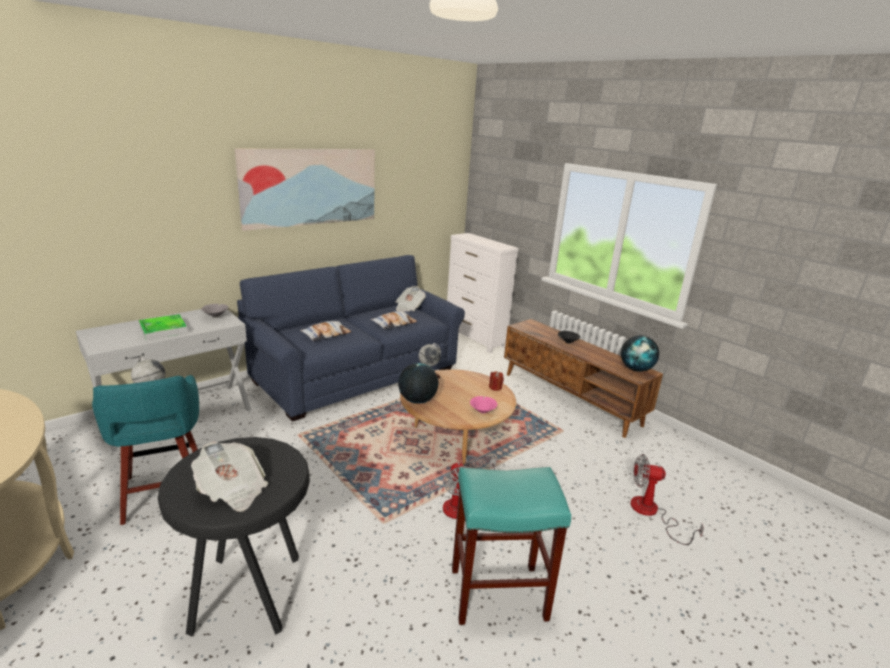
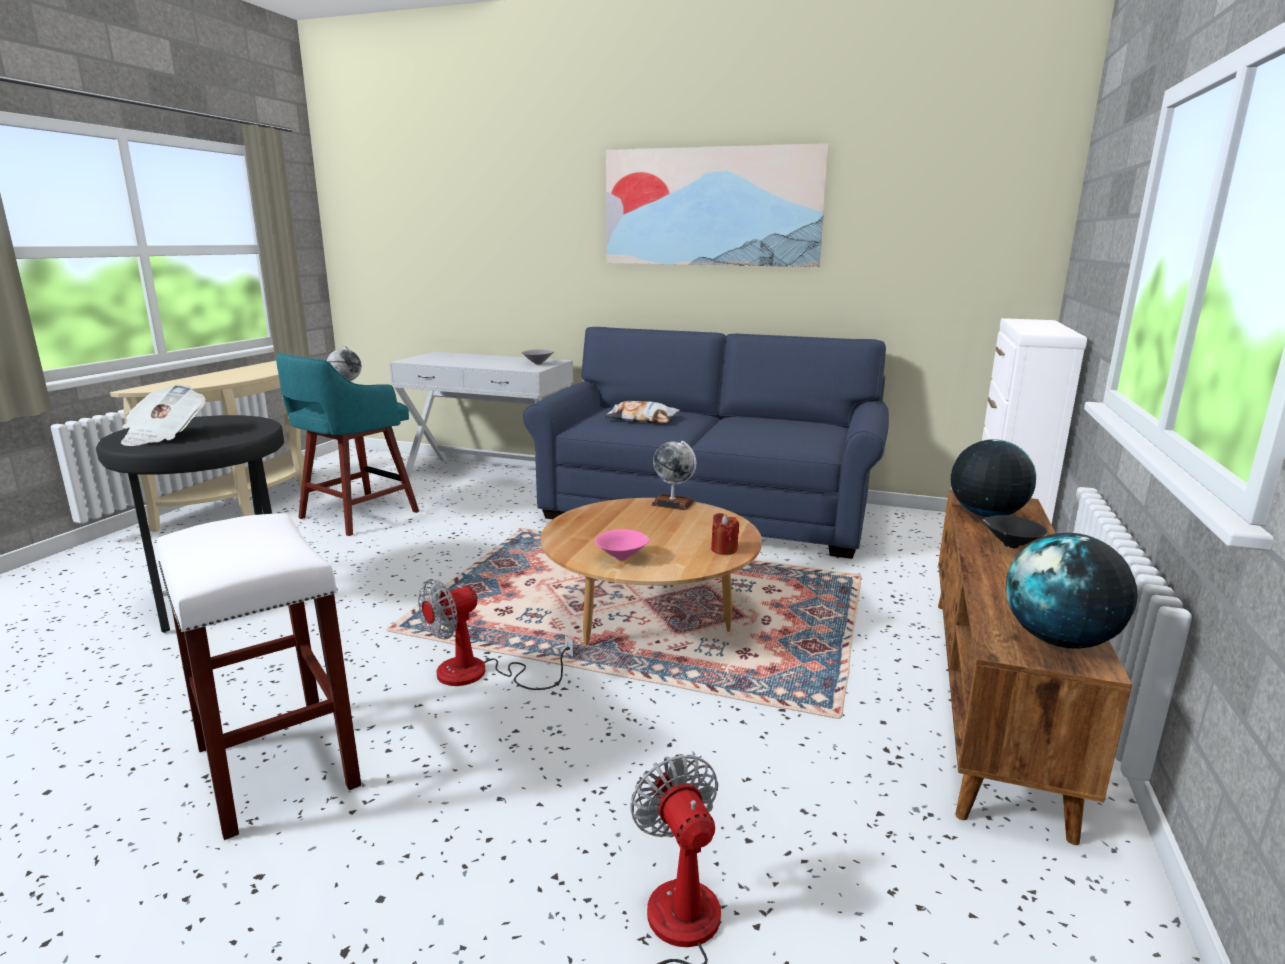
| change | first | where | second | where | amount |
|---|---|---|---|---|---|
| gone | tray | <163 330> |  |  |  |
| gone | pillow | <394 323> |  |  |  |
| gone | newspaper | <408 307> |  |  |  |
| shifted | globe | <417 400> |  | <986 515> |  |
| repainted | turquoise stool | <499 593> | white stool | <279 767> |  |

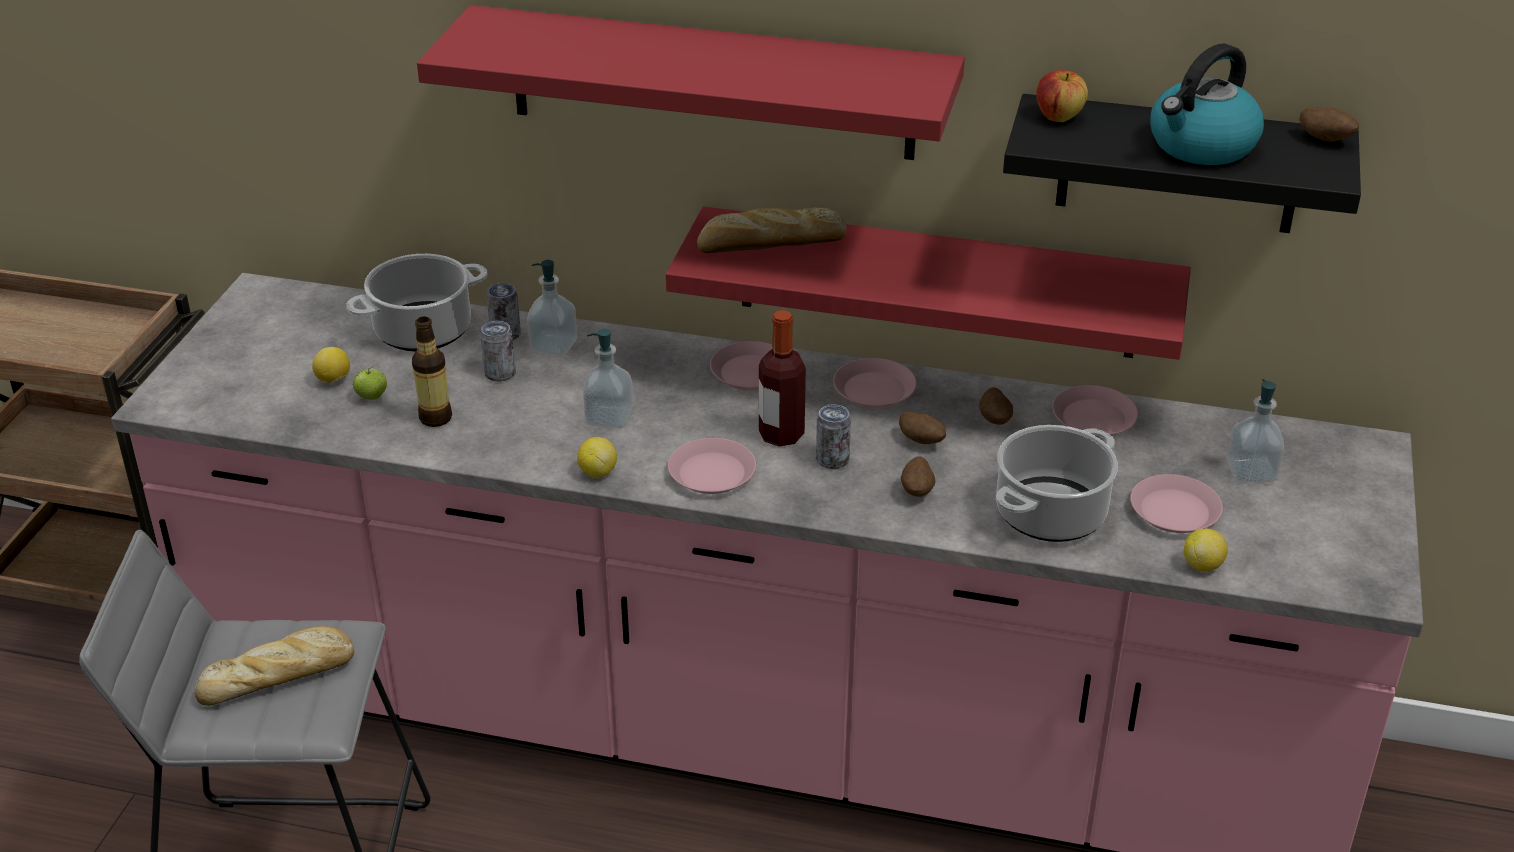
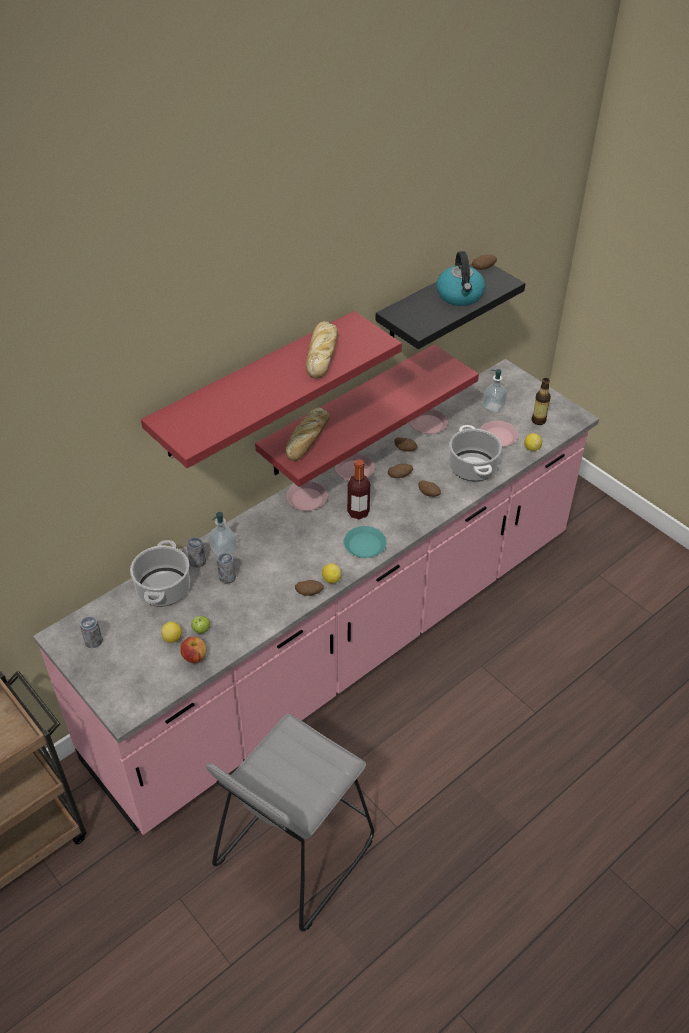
| change | first | where | second | where | amount |
|---|---|---|---|---|---|
| shifted | bread | <280 675> |  | <321 353> |  |
| shifted | bottle | <435 418> |  | <538 420> |  |
| gone | soap dispenser | <609 418> |  |  |  |
| repainted | pink plate | <712 473> | turquoise plate | <365 545> |  |
| shifted | can | <832 460> |  | <93 641> |  |
| shifted | apple | <1059 117> |  | <194 657> |  |
| new |  |  | potato | <309 593> |  |

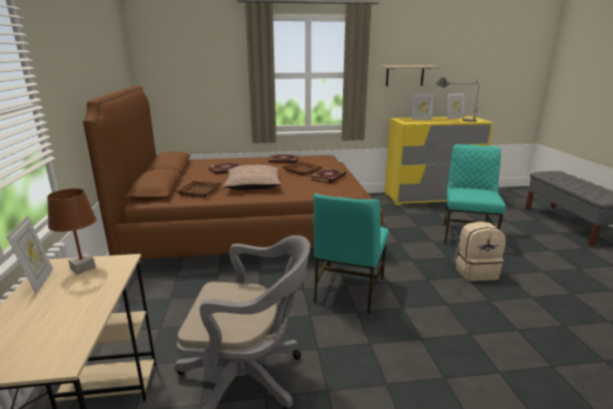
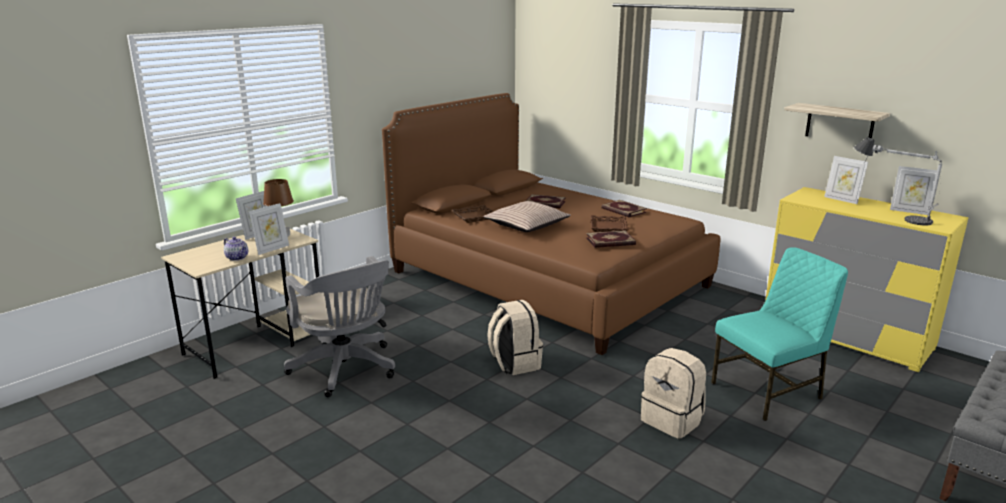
| change | first | where | second | where | amount |
|---|---|---|---|---|---|
| swapped | turquoise chair | <348 290> | beige backpack | <514 363> |  |
| new |  |  | teapot | <237 257> |  |
| new |  |  | picture frame | <272 249> |  |

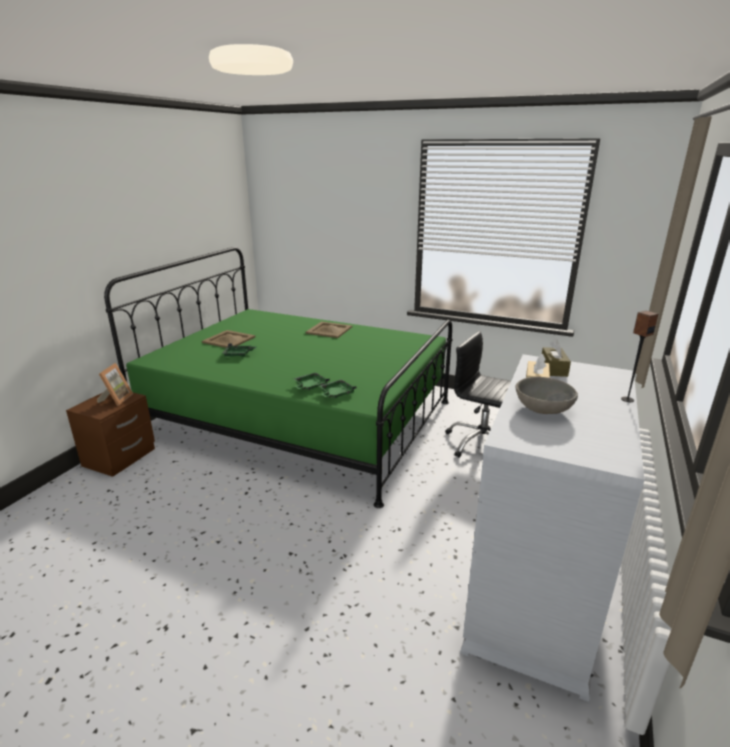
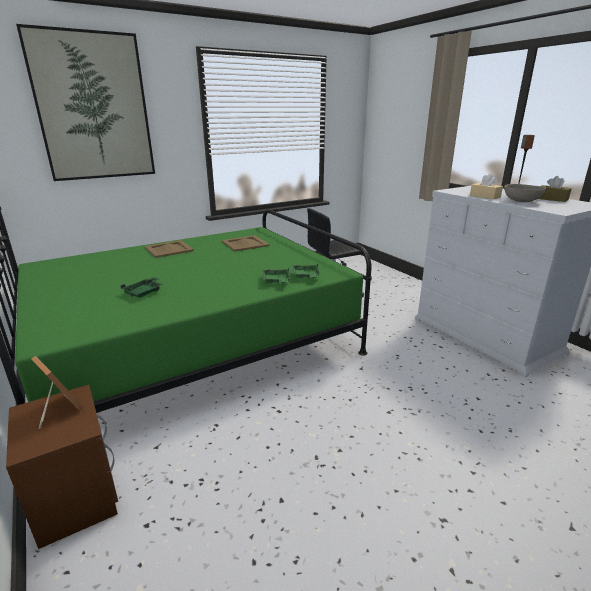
| change | first | where | second | where | amount |
|---|---|---|---|---|---|
| shifted | beige tray | <229 340> |  | <245 244> |  |
| shifted | brown tissue box | <553 368> |  | <551 199> |  |
| new |  |  | picture | <93 108> |  |

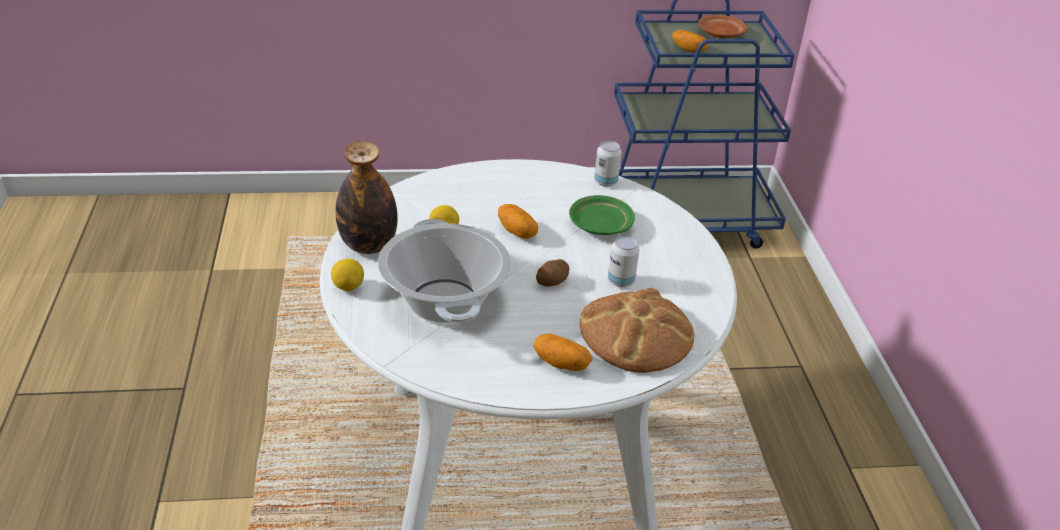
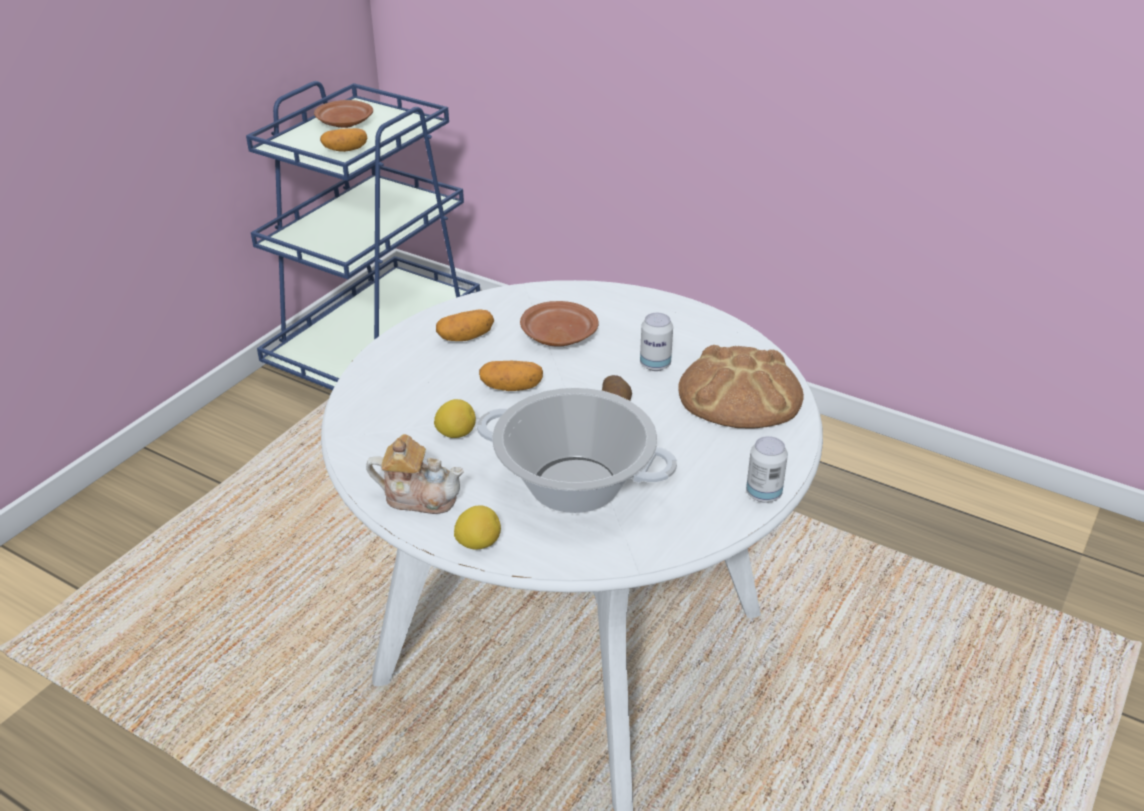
| change | first | where | second | where | amount |
|---|---|---|---|---|---|
| swapped | bottle | <368 245> | teapot | <419 497> |  |
| shifted | potato | <561 363> |  | <465 337> |  |
| repainted | green plate | <600 225> | brown plate | <558 335> |  |
| shifted | can | <605 182> |  | <763 494> |  |

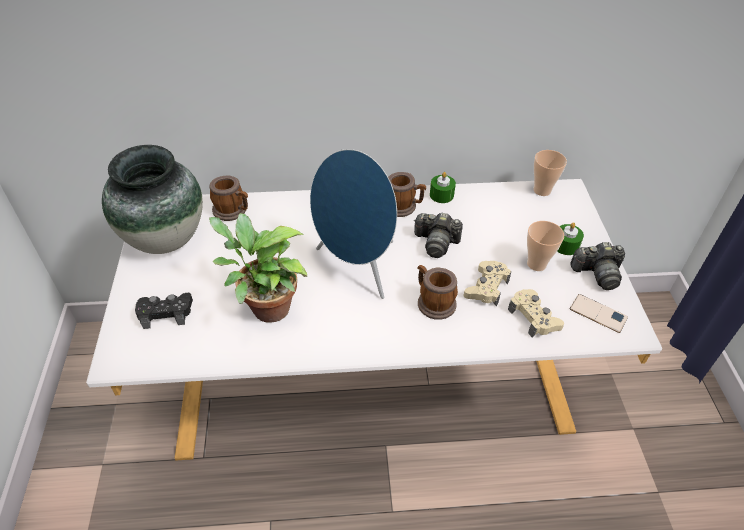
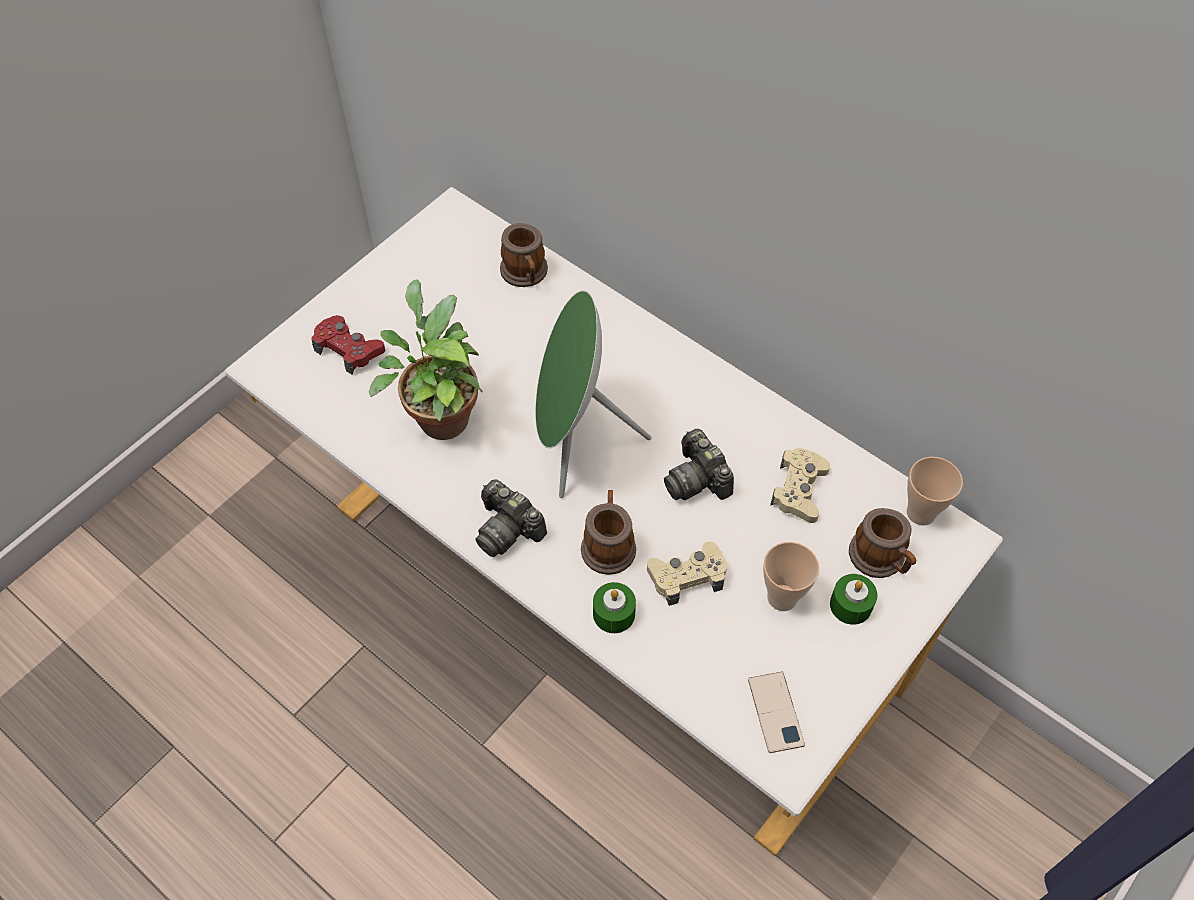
| change | first | where | second | where | amount |
|---|---|---|---|---|---|
| gone | vase | <164 239> |  |  |  |
| repainted | black game controller | <166 313> | red game controller | <348 349> |  |
| repainted | blue speaker | <356 268> | green speaker | <575 441> |  |
| shifted | mug | <403 206> |  | <881 559> |  |
| shifted | green candle | <441 195> |  | <614 613> |  |
| shifted | beige game controller | <533 317> |  | <799 490> |  |
| shifted | photo camera | <597 274> |  | <508 529> |  |

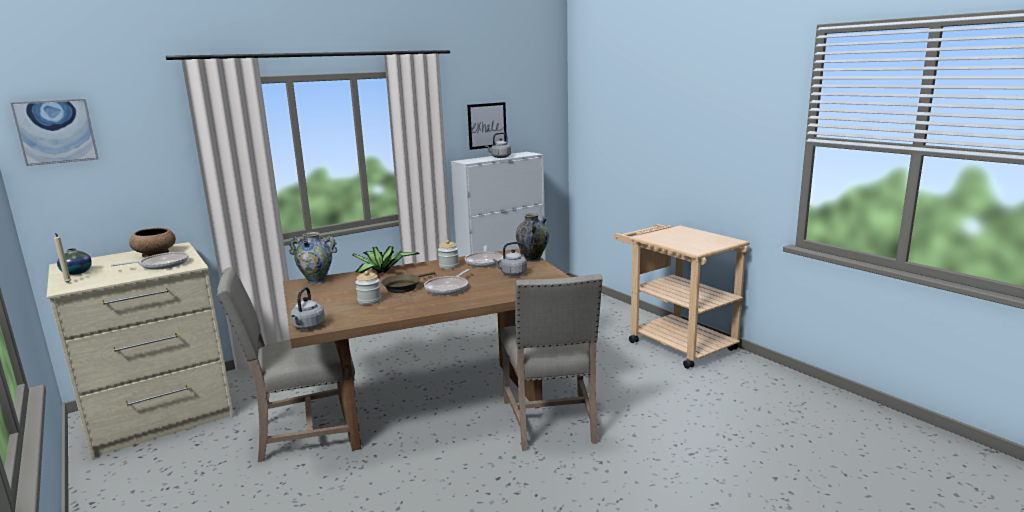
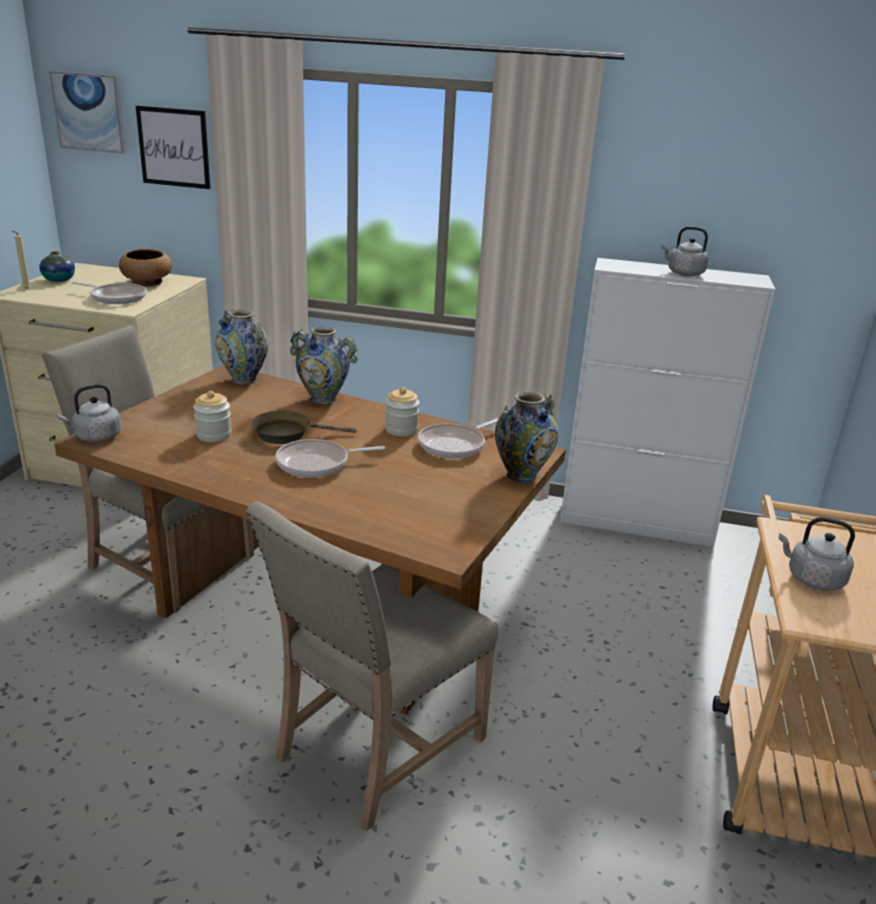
| change | first | where | second | where | amount |
|---|---|---|---|---|---|
| swapped | potted plant | <382 271> | vase | <323 399> |  |
| shifted | picture | <487 125> |  | <174 147> |  |
| shifted | grey kettle | <512 274> |  | <812 579> |  |

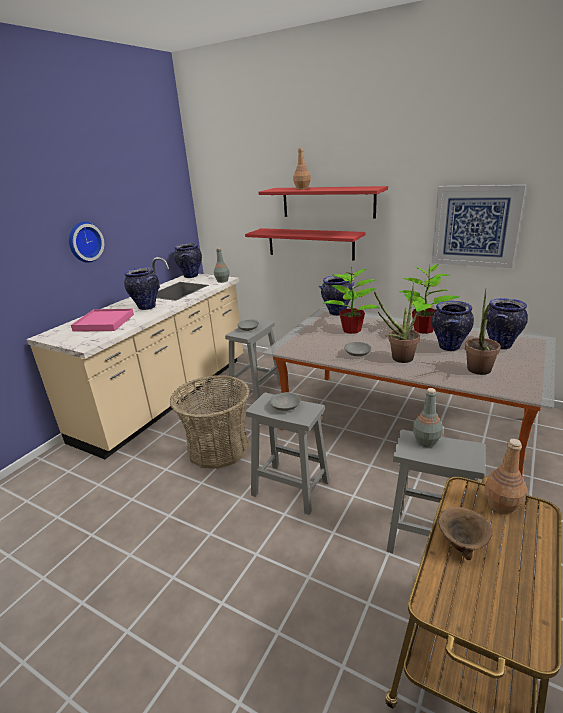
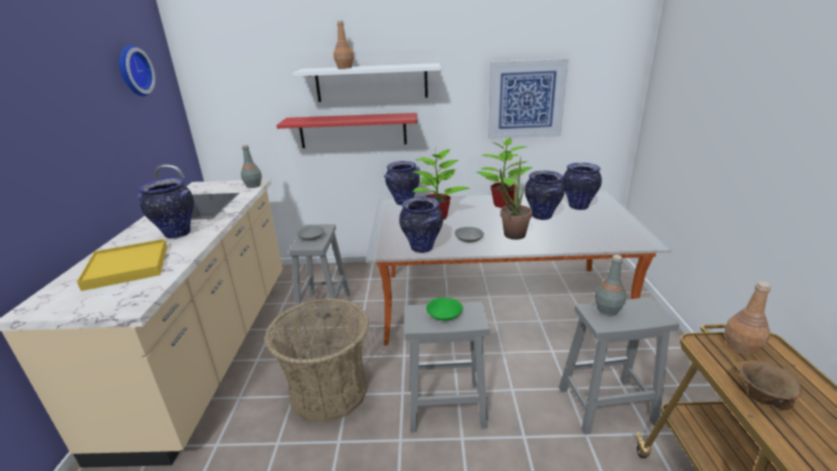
| change | first | where | second | where | amount |
|---|---|---|---|---|---|
| shifted | wall clock | <84 242> |  | <133 71> |  |
| repainted | pink tray | <104 322> | yellow tray | <128 267> |  |
| shifted | vase | <191 276> |  | <422 248> |  |
| repainted | red shelf | <327 202> | white shelf | <371 83> |  |
| repainted | grey bowl | <285 406> | green bowl | <444 314> |  |
| gone | potted plant | <478 372> |  |  |  |

